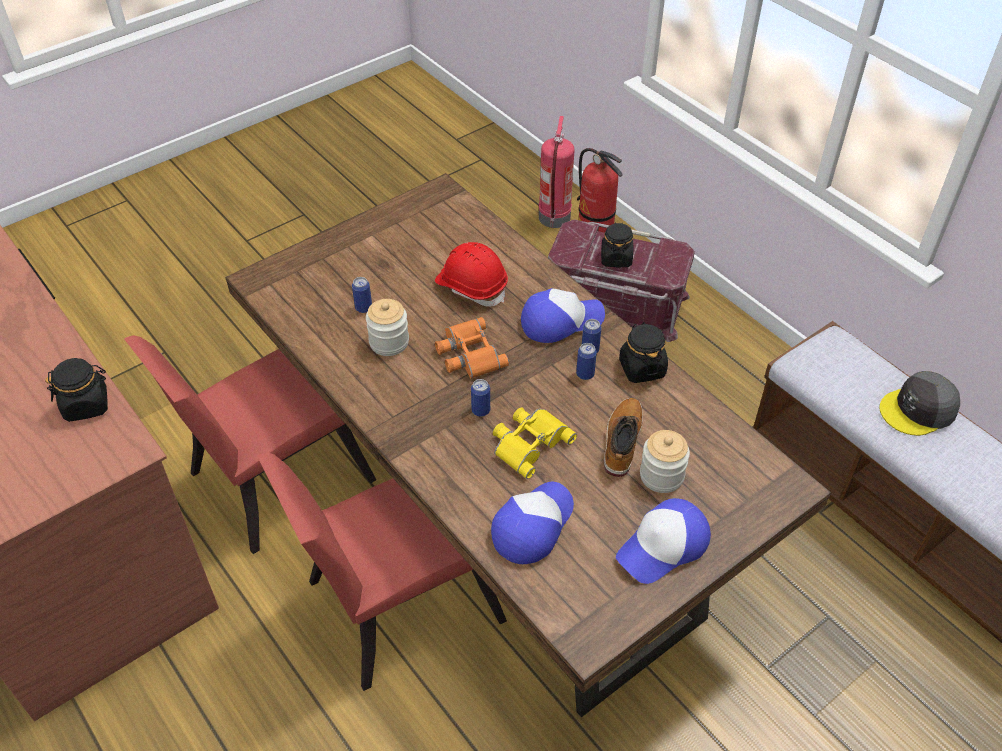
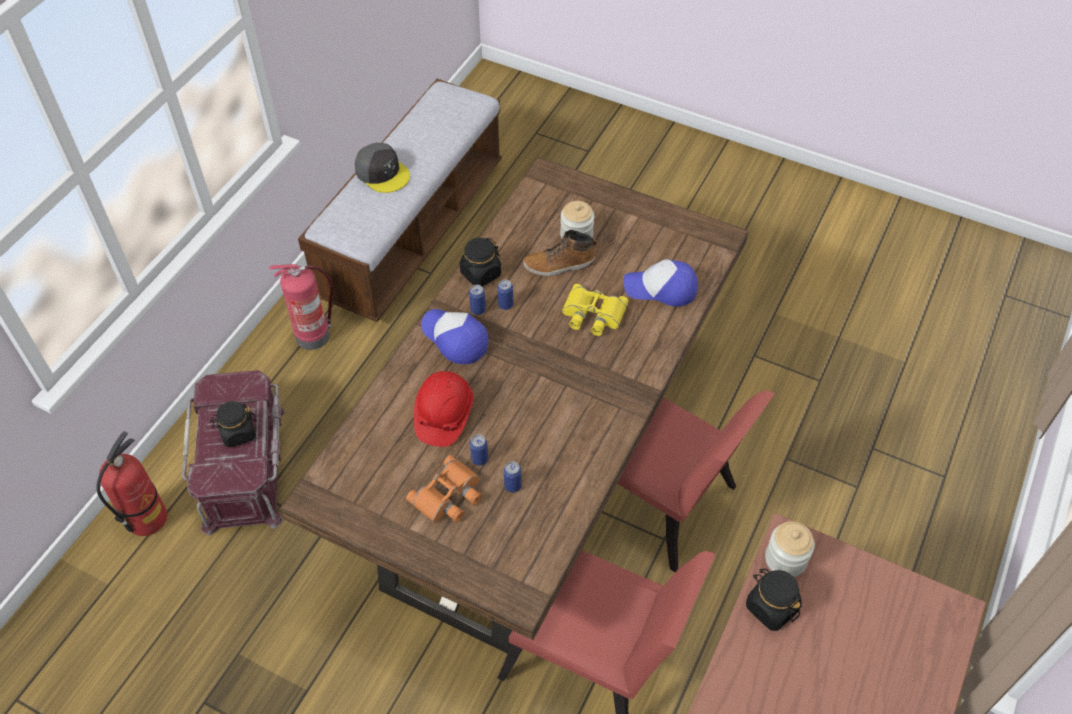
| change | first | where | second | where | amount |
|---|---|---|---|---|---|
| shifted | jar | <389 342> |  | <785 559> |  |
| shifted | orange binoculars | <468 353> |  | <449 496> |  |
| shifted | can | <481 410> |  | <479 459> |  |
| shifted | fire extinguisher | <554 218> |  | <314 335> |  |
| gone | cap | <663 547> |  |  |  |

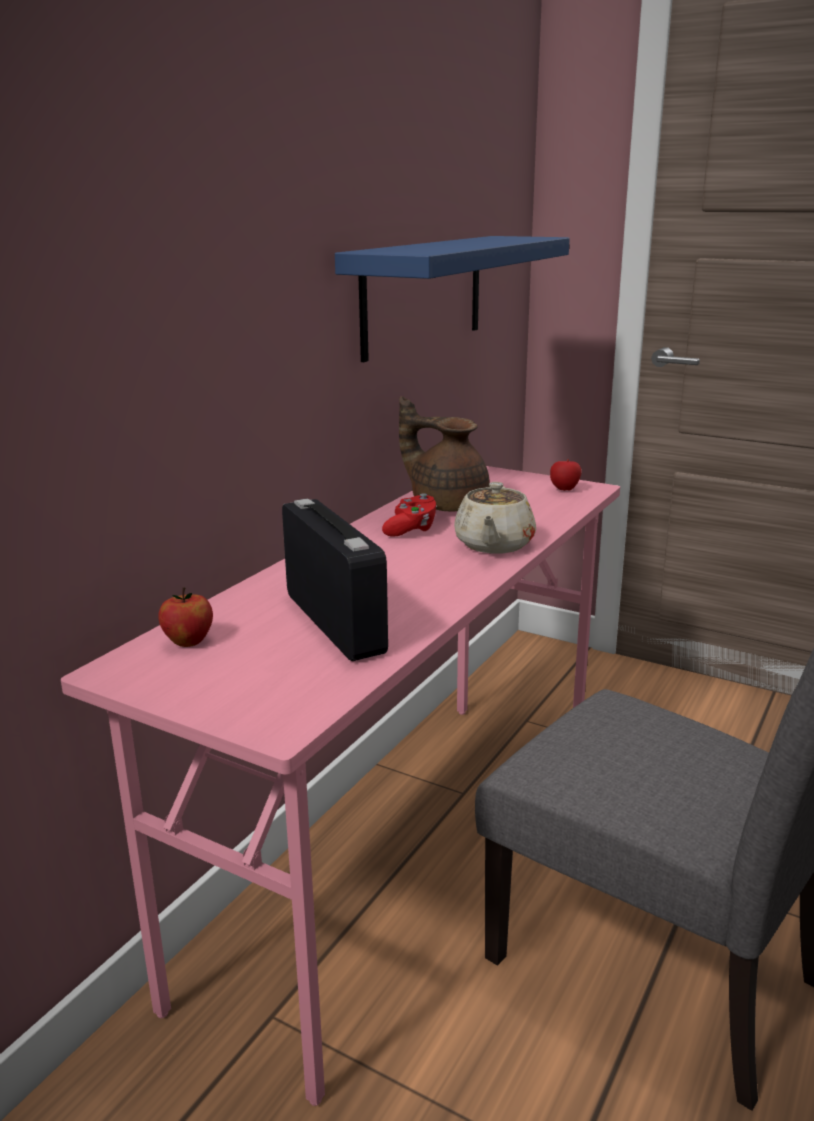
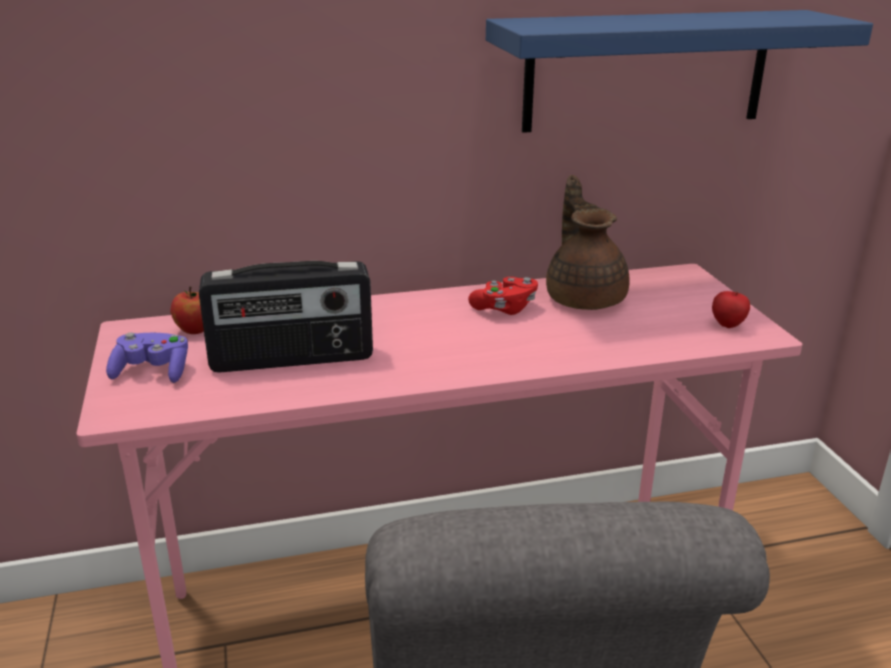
| change | first | where | second | where | amount |
|---|---|---|---|---|---|
| rotated | radio | <336 622> |  | <292 359> | 60 degrees clockwise |
| gone | beige teapot | <493 545> |  |  |  |
| new |  |  | purple game controller | <153 372> |  |

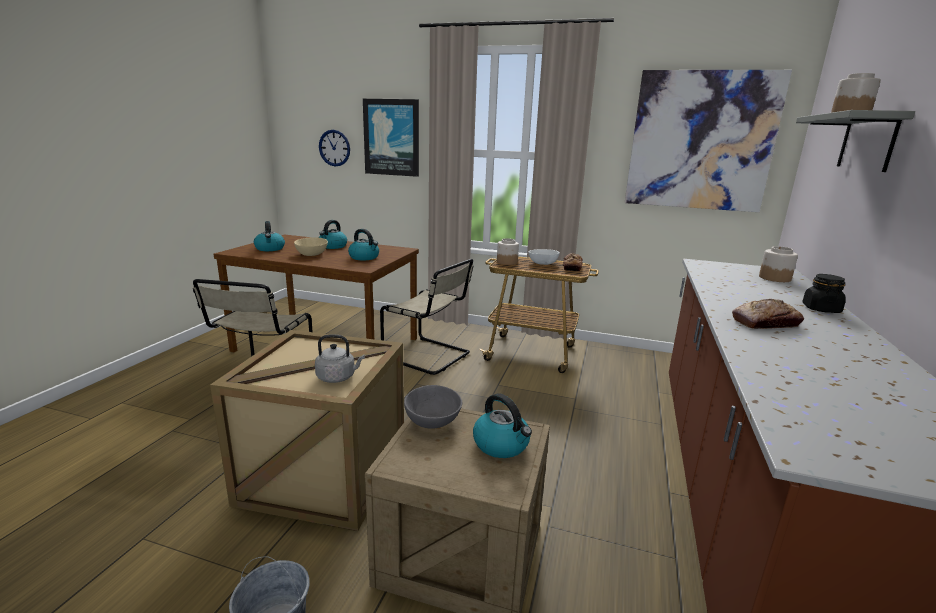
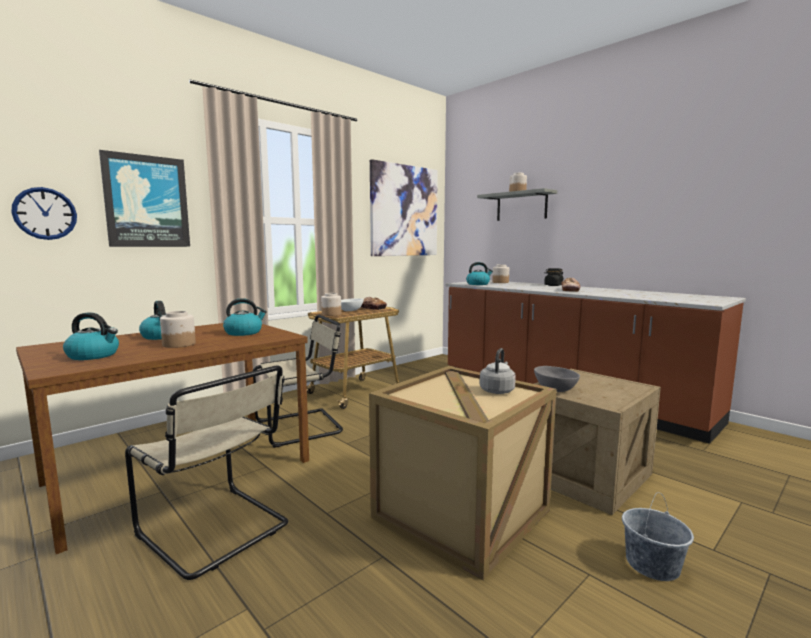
| change | first | where | second | where | amount |
|---|---|---|---|---|---|
| swapped | beige bowl | <311 254> | jar | <178 344> |  |
| shifted | kettle | <502 445> |  | <478 284> |  |

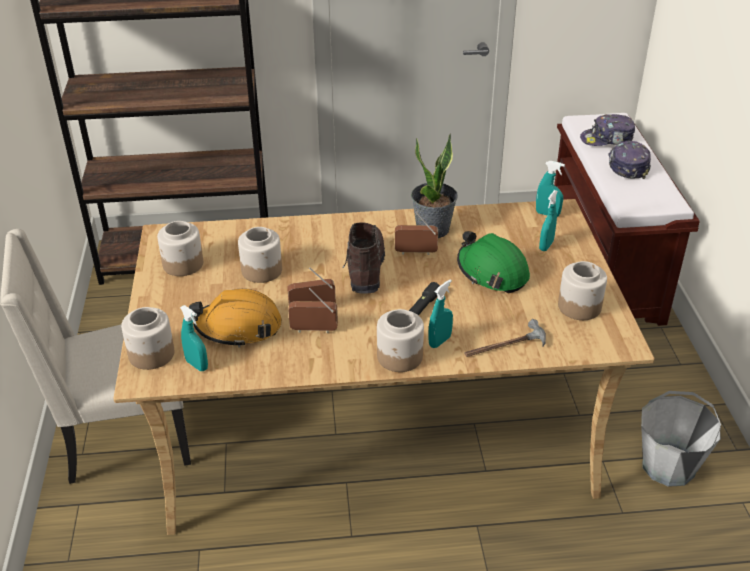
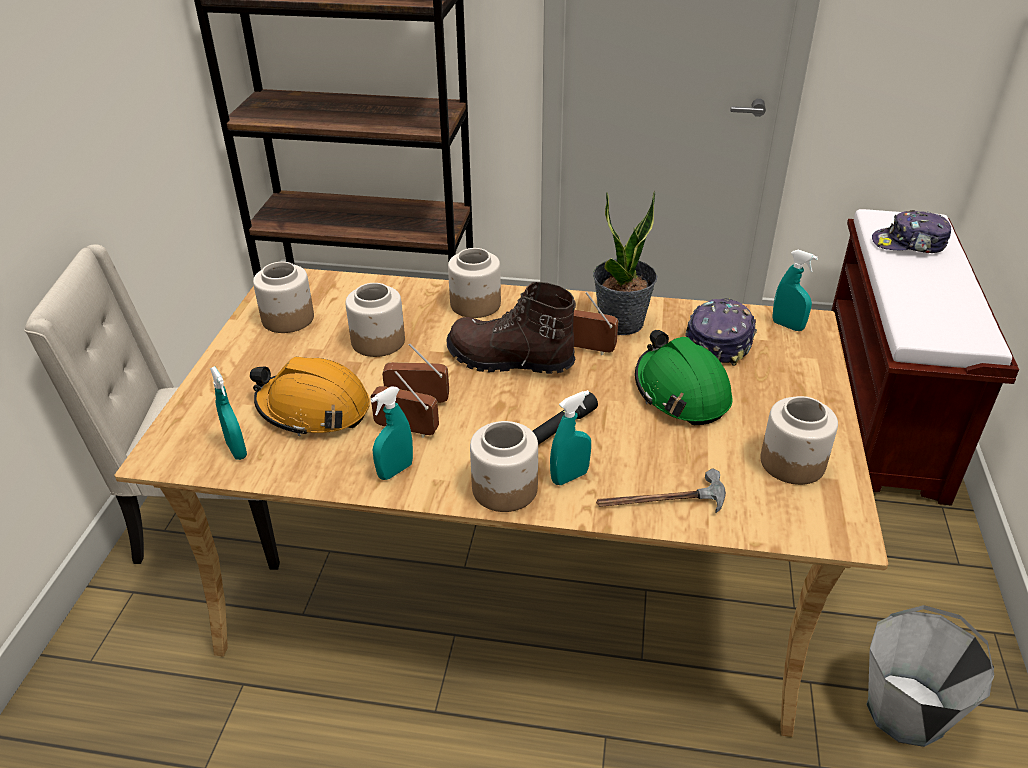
| change | first | where | second | where | amount |
|---|---|---|---|---|---|
| shifted | jar | <151 354> |  | <474 304> |  |
| rotated | brown boot | <365 269> |  | <509 361> | 90 degrees counterclockwise |
| shifted | turquoise spray bottle | <546 246> |  | <395 471> |  |
| shifted | cap | <627 166> |  | <719 340> |  |

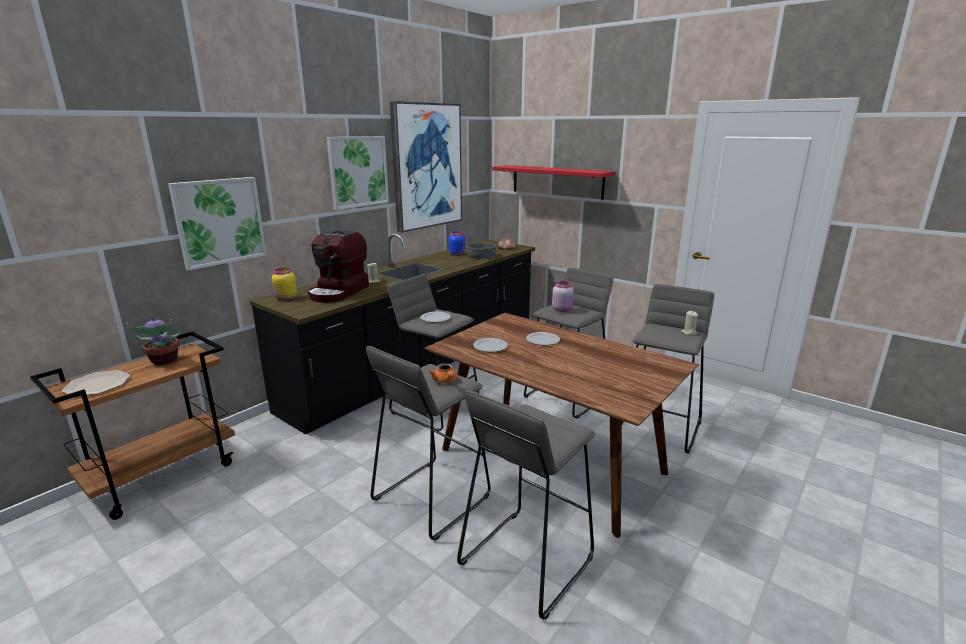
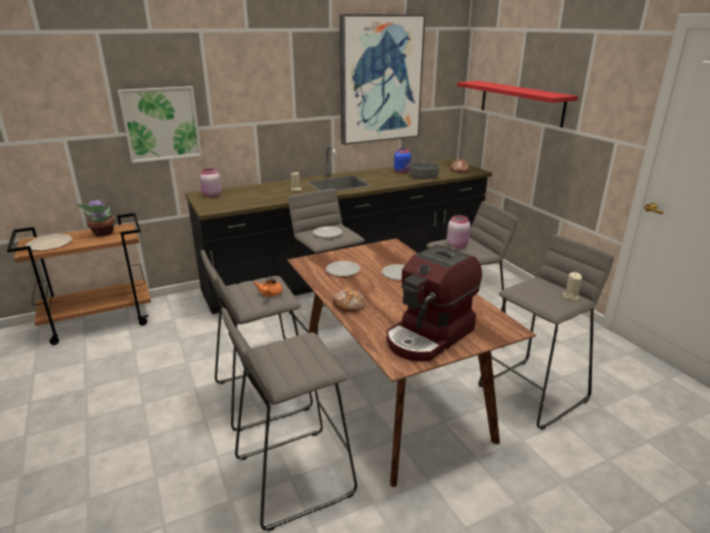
| change | first | where | second | where | amount |
|---|---|---|---|---|---|
| repainted | yellow jar | <285 298> | pink jar | <211 195> |  |
| shifted | coffee machine | <339 292> |  | <430 336> |  |
| gone | picture | <358 171> |  |  |  |
| new |  |  | bread | <349 305> |  |

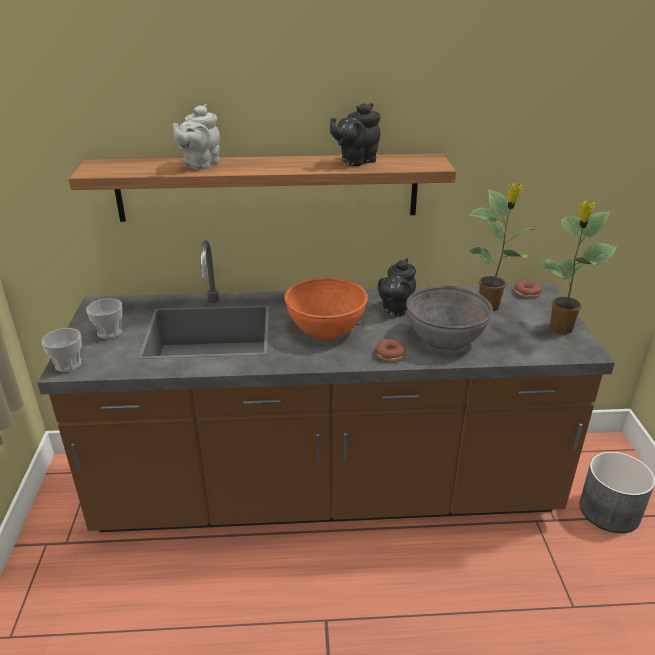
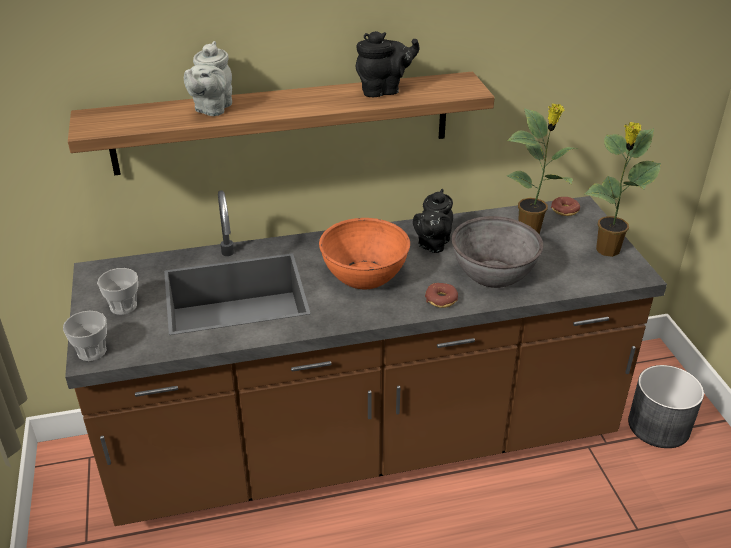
| change | first | where | second | where | amount |
|---|---|---|---|---|---|
| rotated | black teapot | <356 161> |  | <383 90> | 150 degrees counterclockwise |

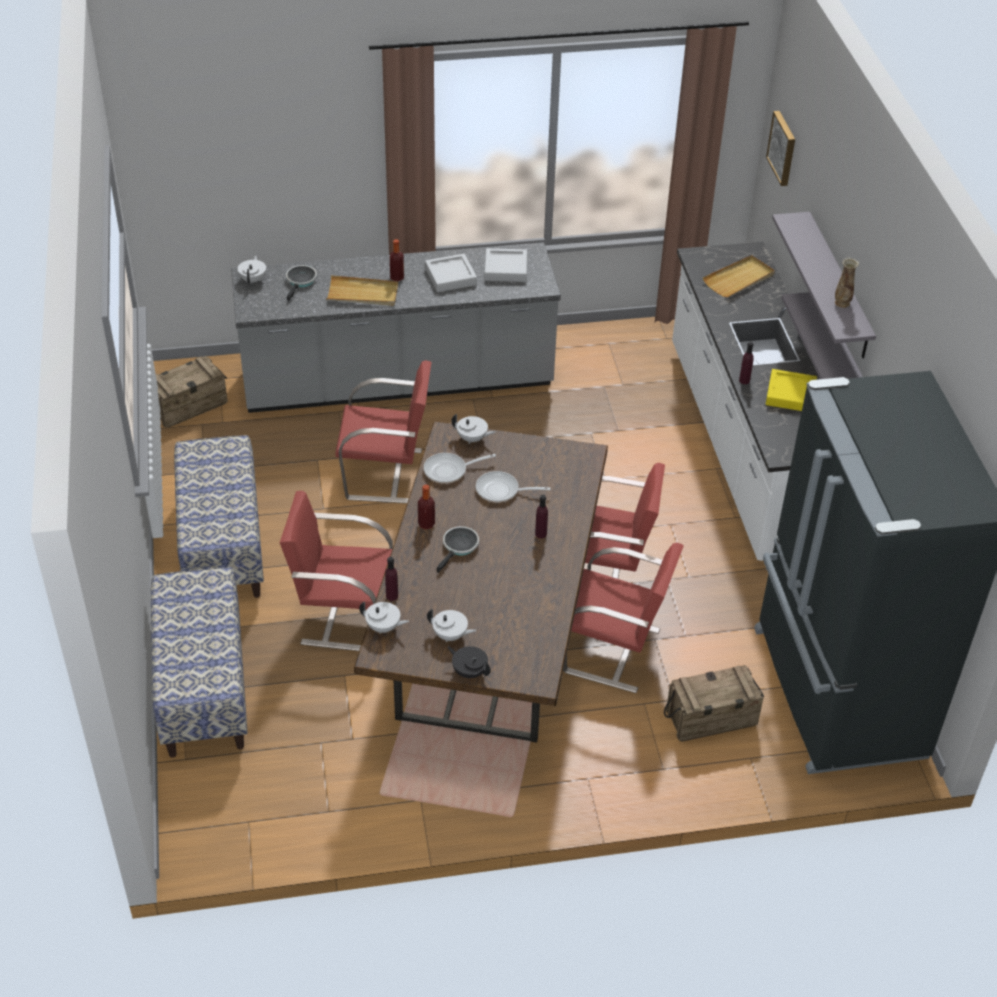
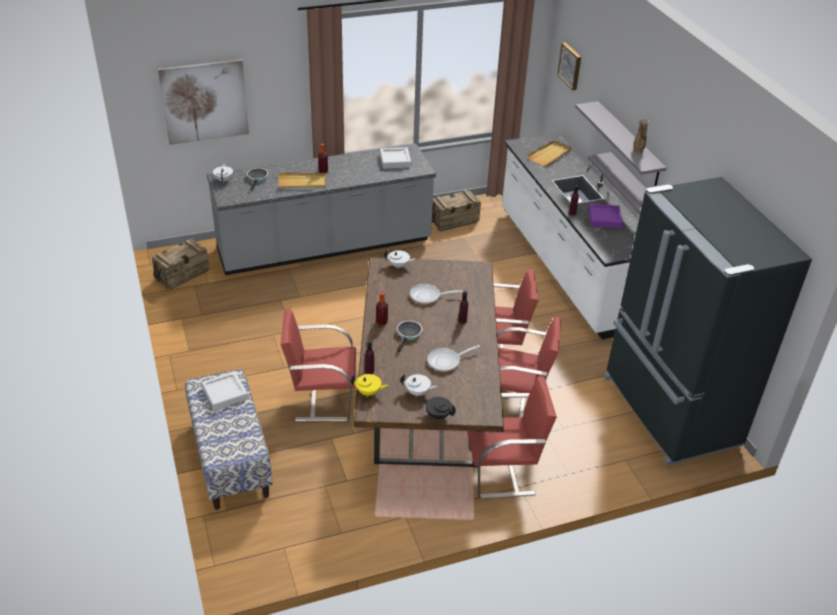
| change | first | where | second | where | amount |
|---|---|---|---|---|---|
| gone | bench | <222 545> |  |  |  |
| shifted | red chair | <386 475> |  | <503 471> |  |
| repainted | white teapot | <383 627> | yellow teapot | <369 392> |  |
| shifted | frying pan | <449 471> |  | <446 361> |  |
| shifted | grey tray | <450 277> |  | <225 393> |  |
| shifted | crate | <711 719> |  | <454 221> |  |
| repainted | yellow tray | <790 394> | purple tray | <604 219> |  |
| new |  |  | picture | <204 102> |  |

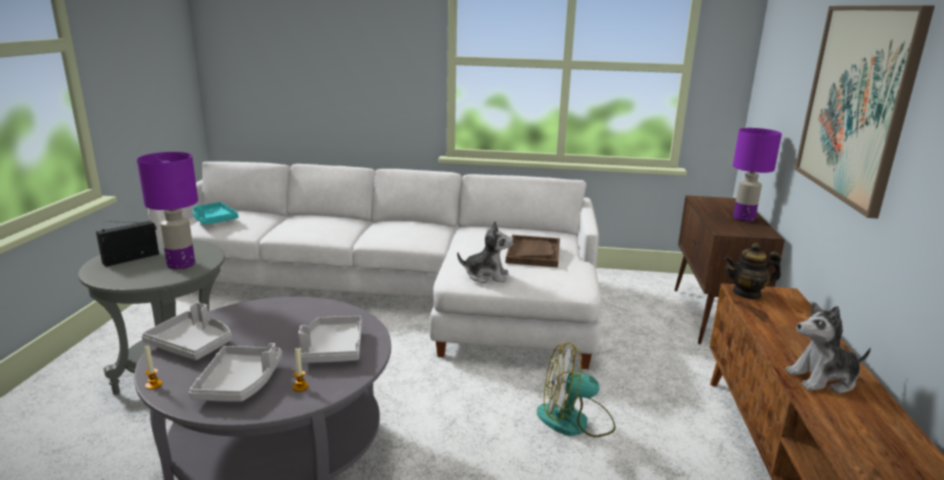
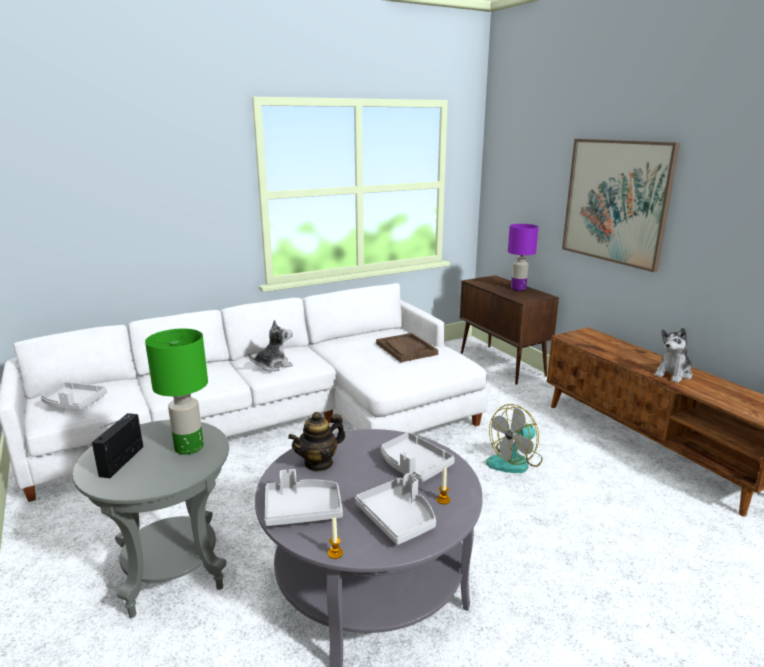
| change | first | where | second | where | amount |
|---|---|---|---|---|---|
| repainted | purple table lamp | <180 264> | green table lamp | <188 448> |  |
| repainted | turquoise tray | <213 220> | grey tray | <73 403> |  |
| shifted | plush toy | <486 276> |  | <273 365> |  |
| shifted | teapot | <747 293> |  | <319 463> |  |

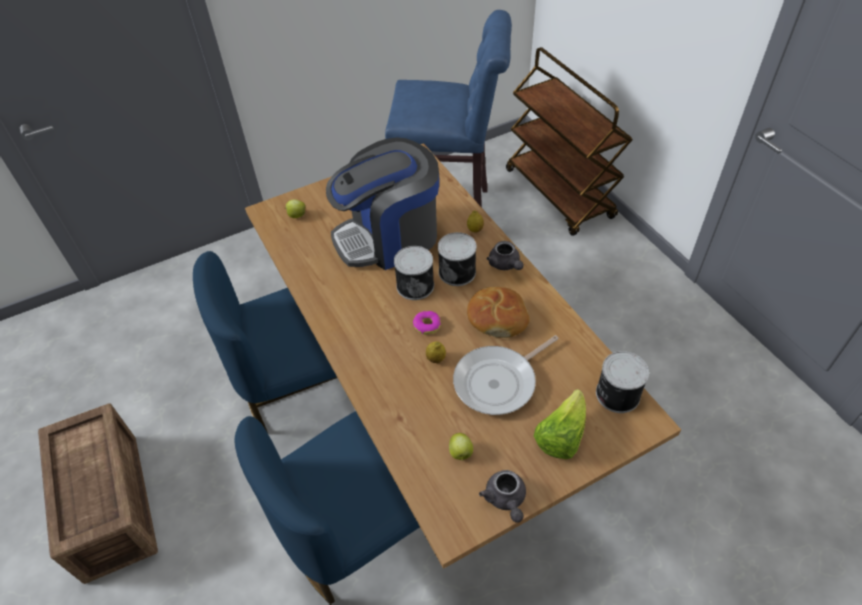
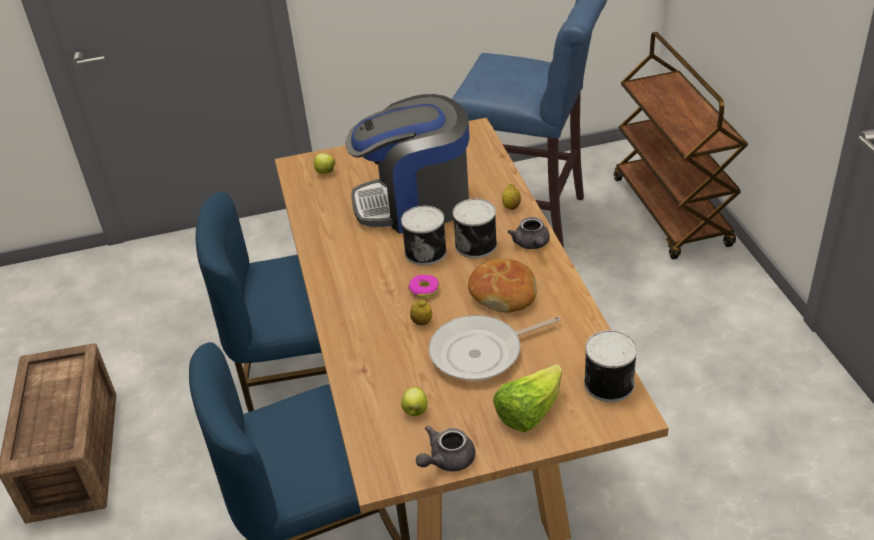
| change | first | where | second | where | amount |
|---|---|---|---|---|---|
| rotated | grey teapot | <506 500> |  | <446 460> | 45 degrees clockwise |

